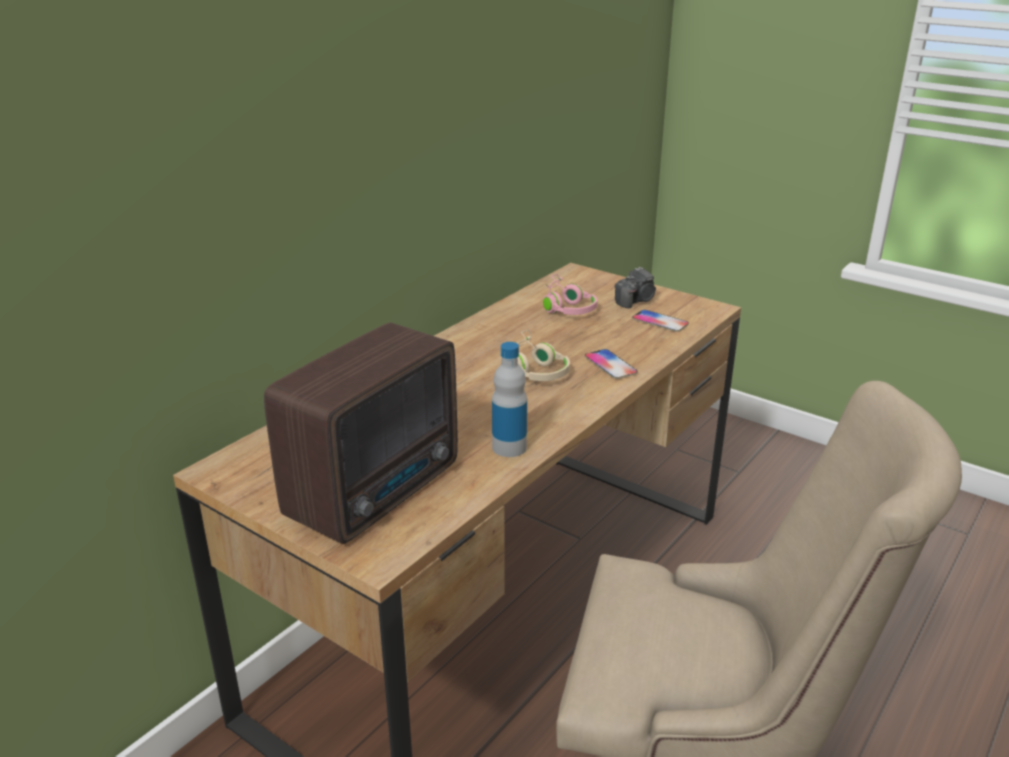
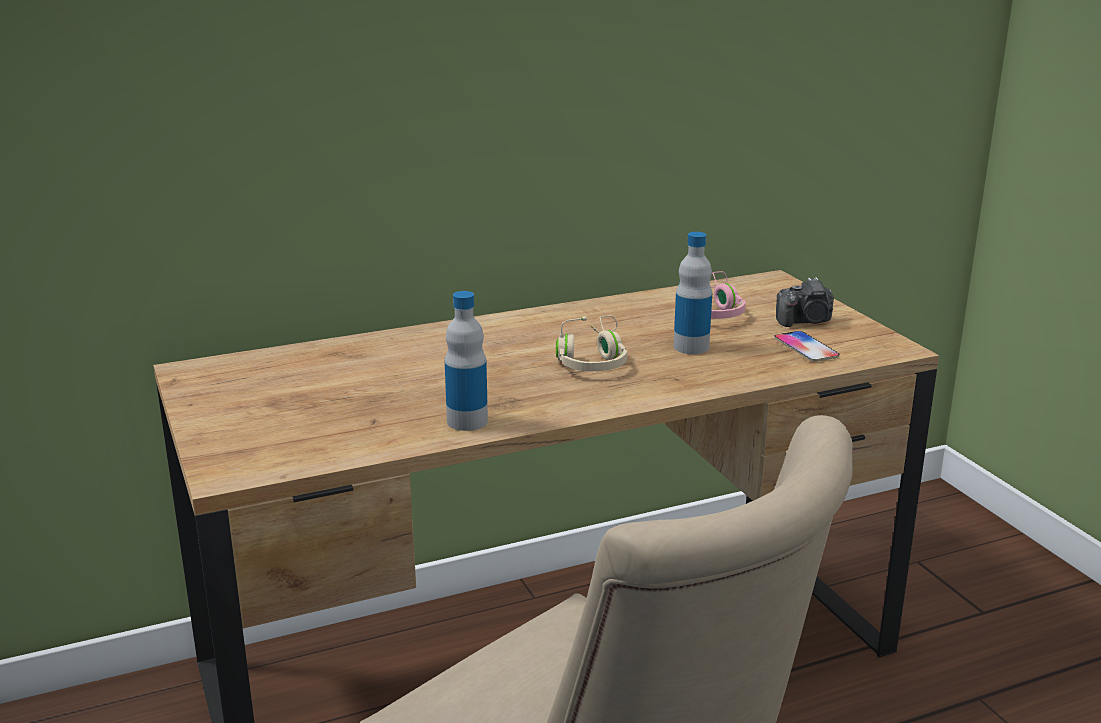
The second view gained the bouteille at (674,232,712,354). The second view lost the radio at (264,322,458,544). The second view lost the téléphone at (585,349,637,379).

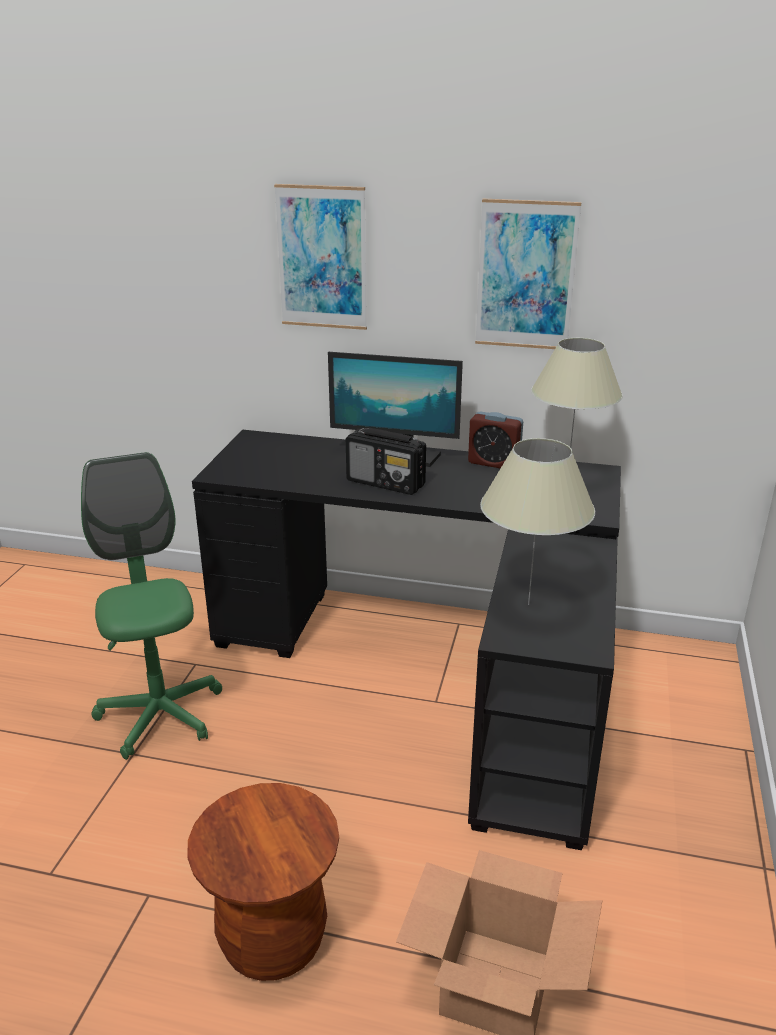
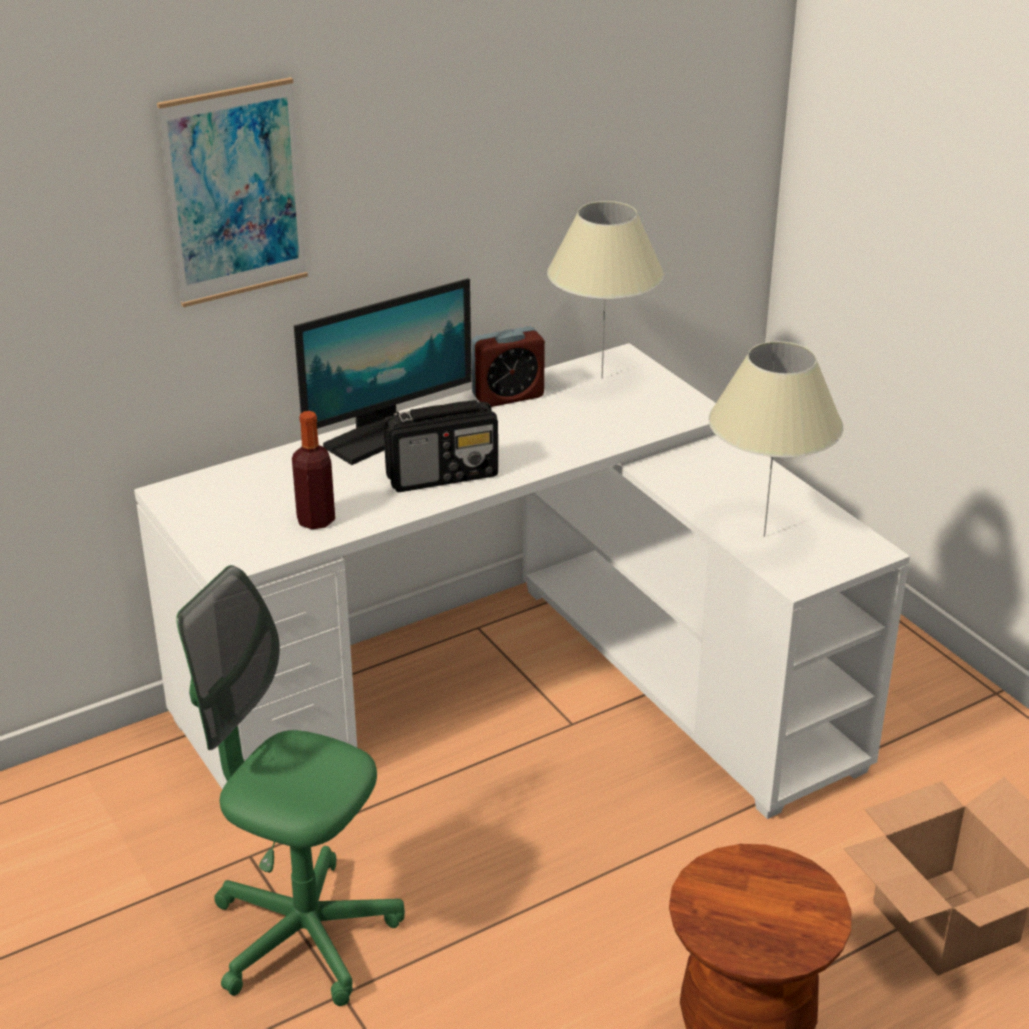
What was the bureau (noir) at (192,430,621,850) turned into the bureau (blanc) at (134,343,910,819). The second view gained the bouteille at (292,411,335,529). The second view lost the tableau at (475,199,582,349).

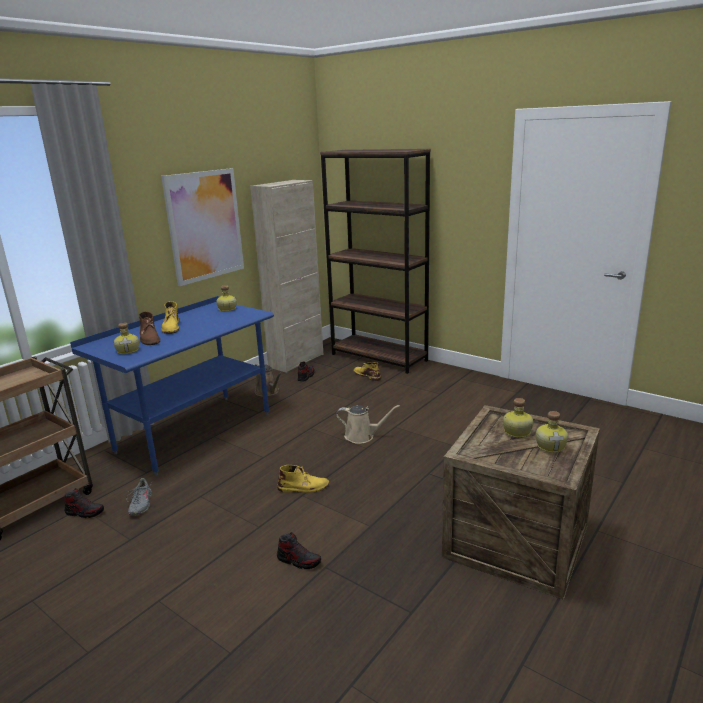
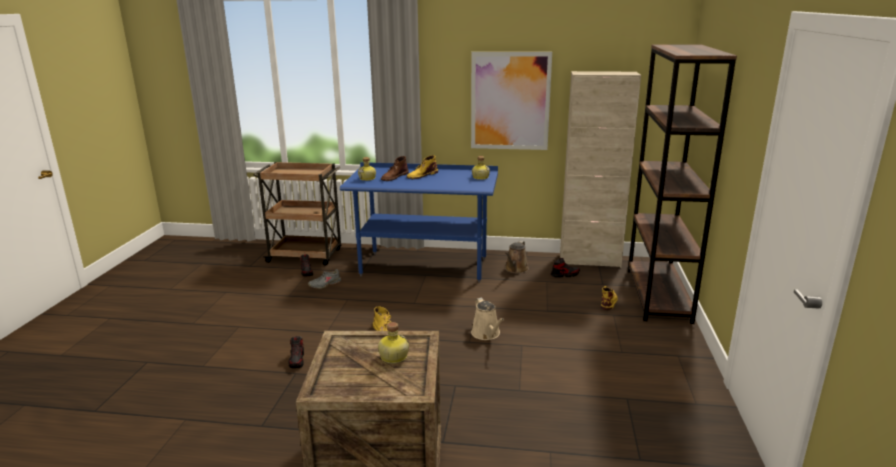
The second view lost the bouteille at (536,411,568,453).

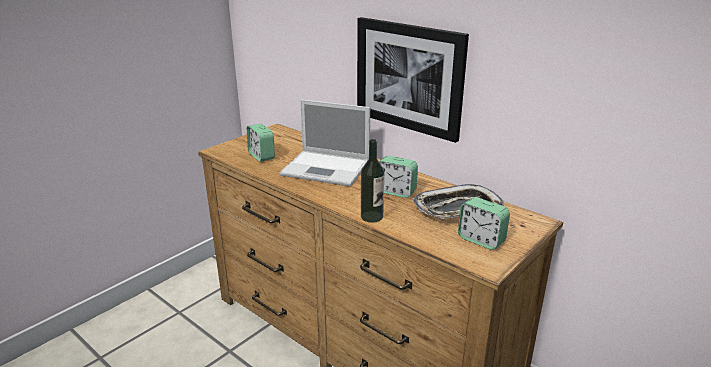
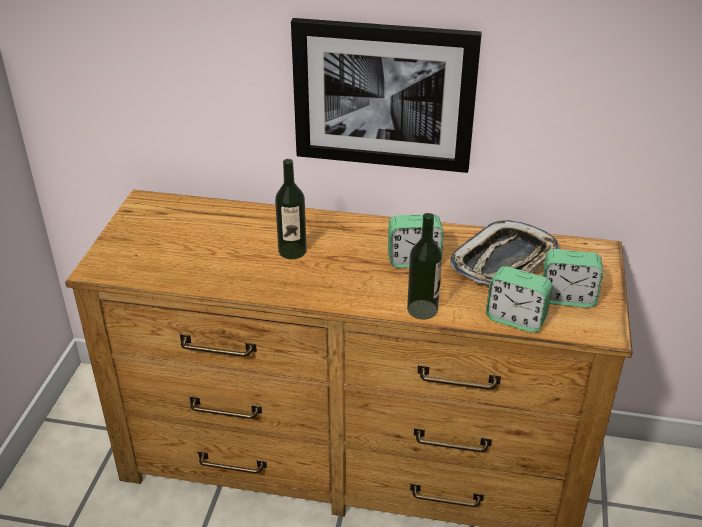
Where the ordinateur portable stood at (279,99,370,187), the bouteille came to stand at (275,159,307,259). The réveil ended up elsewhere, having gone from (247,124,275,162) to (486,266,553,333).

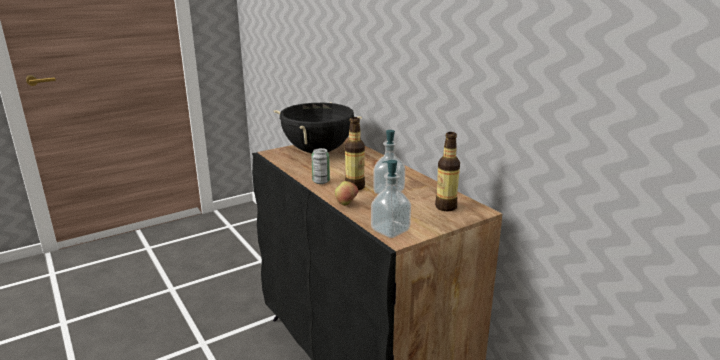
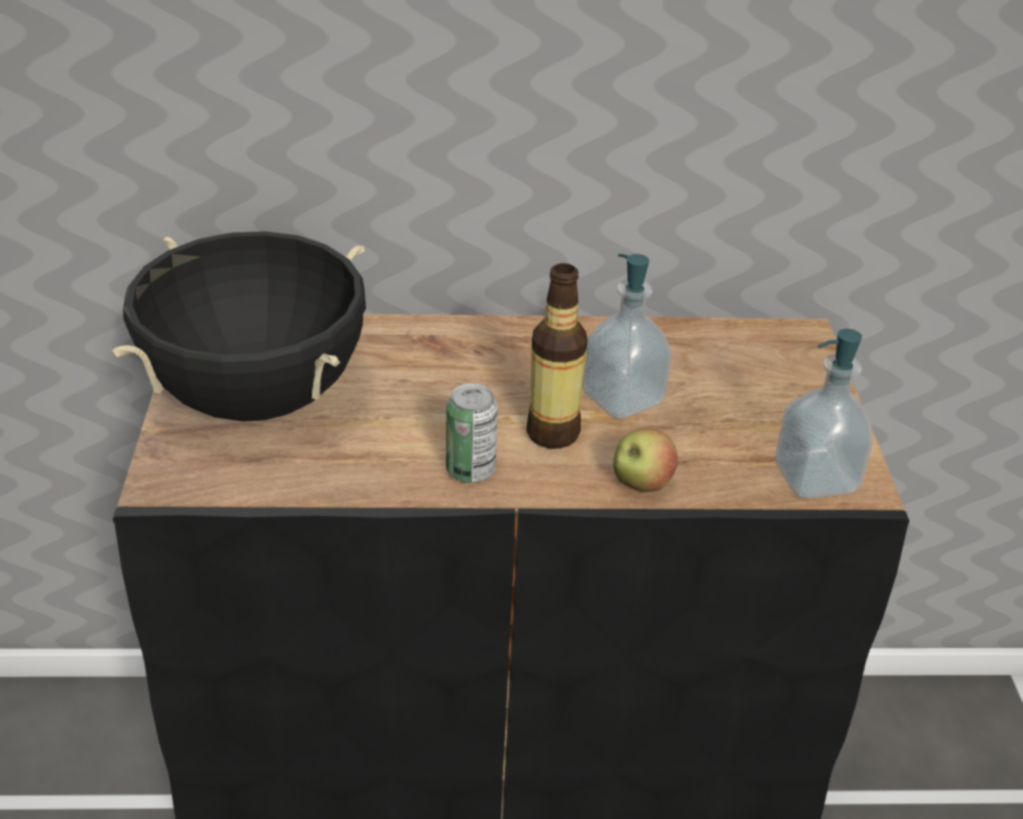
The second view lost the bouteille at (435,132,460,211).

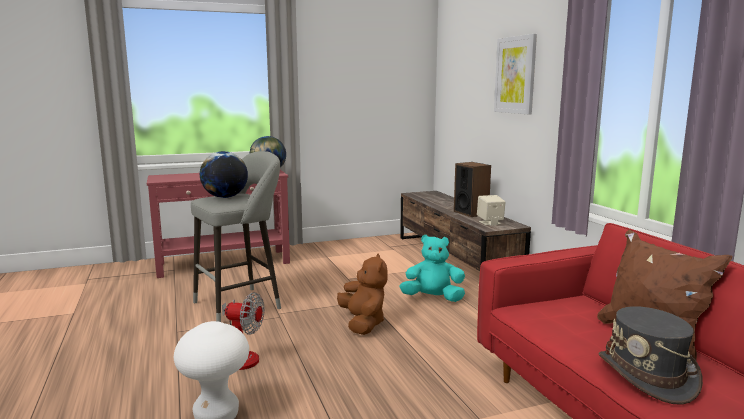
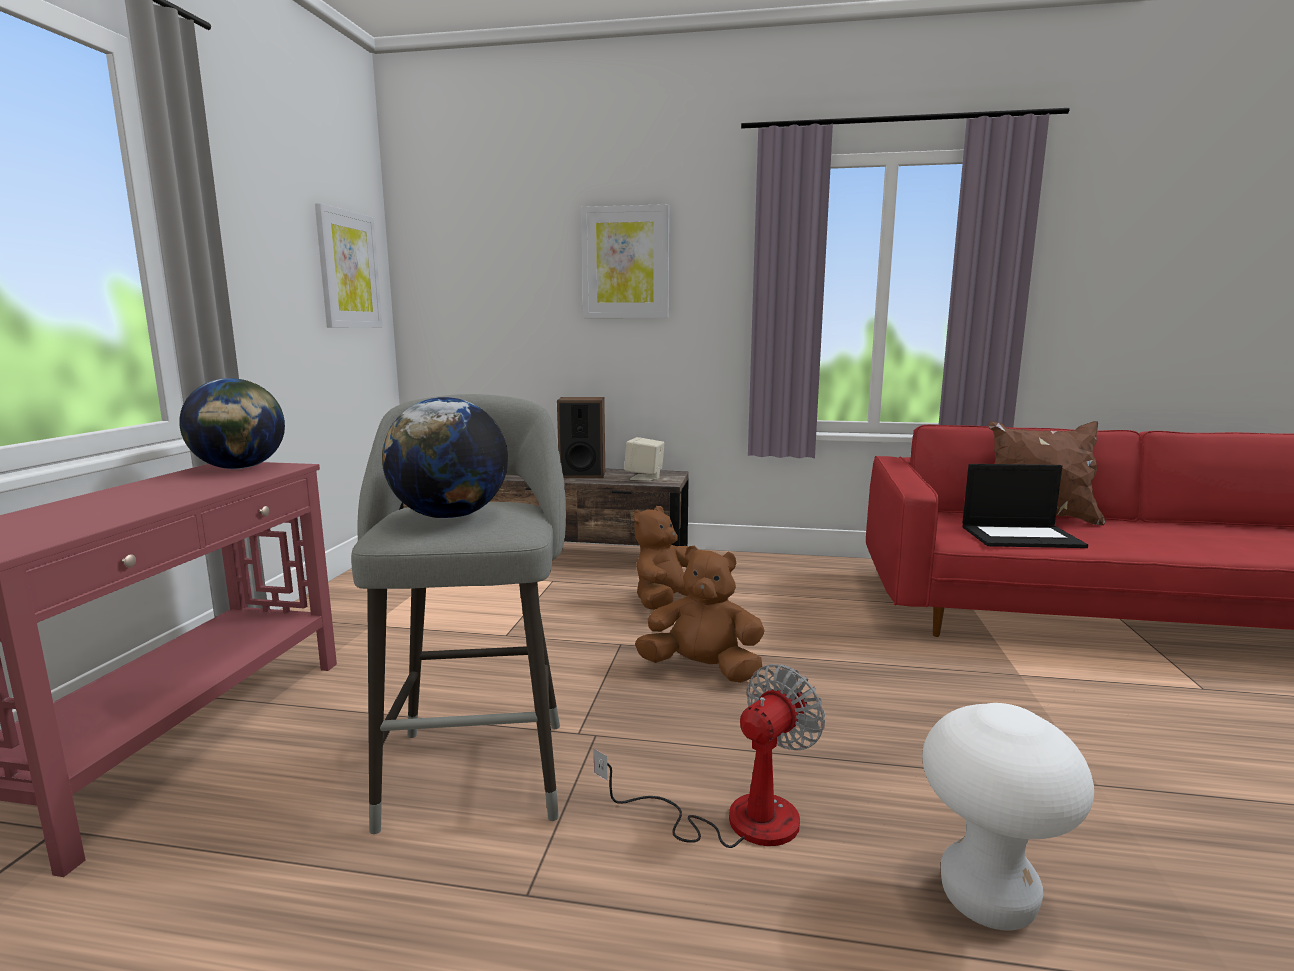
The second view gained the tableau at (315,203,383,327). What was the peluche (turquoise) at (399,235,465,302) turned into the peluche (marron) at (633,506,689,610). The second view gained the ordinateur portable at (963,464,1088,548). The second view lost the chapeau (gris) at (598,306,703,405).

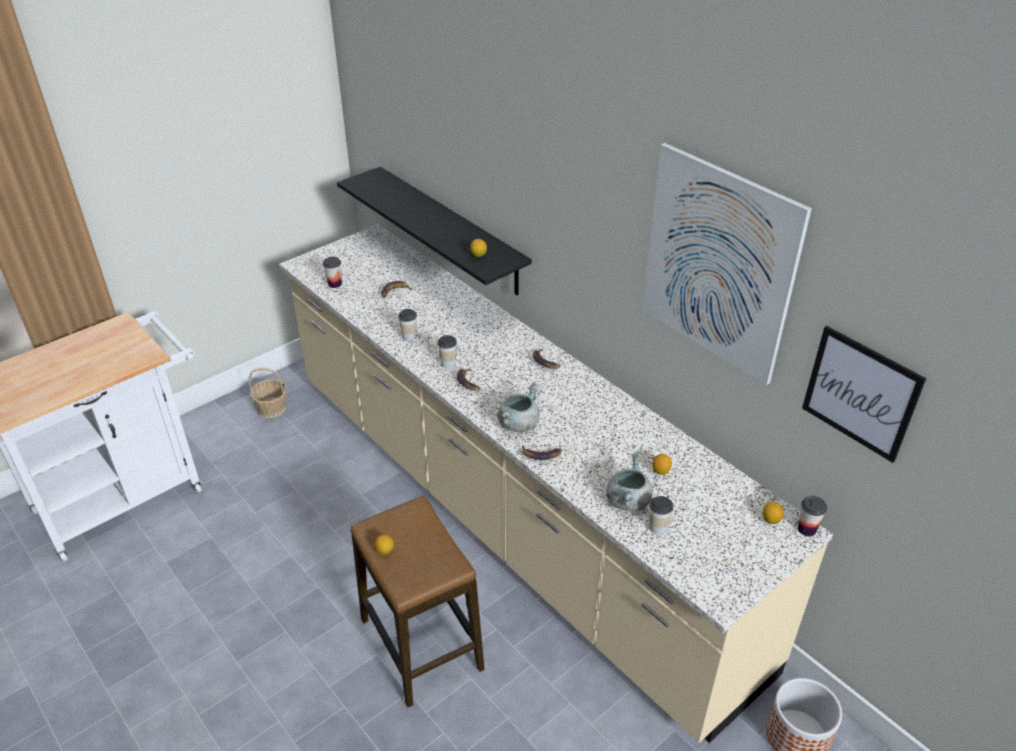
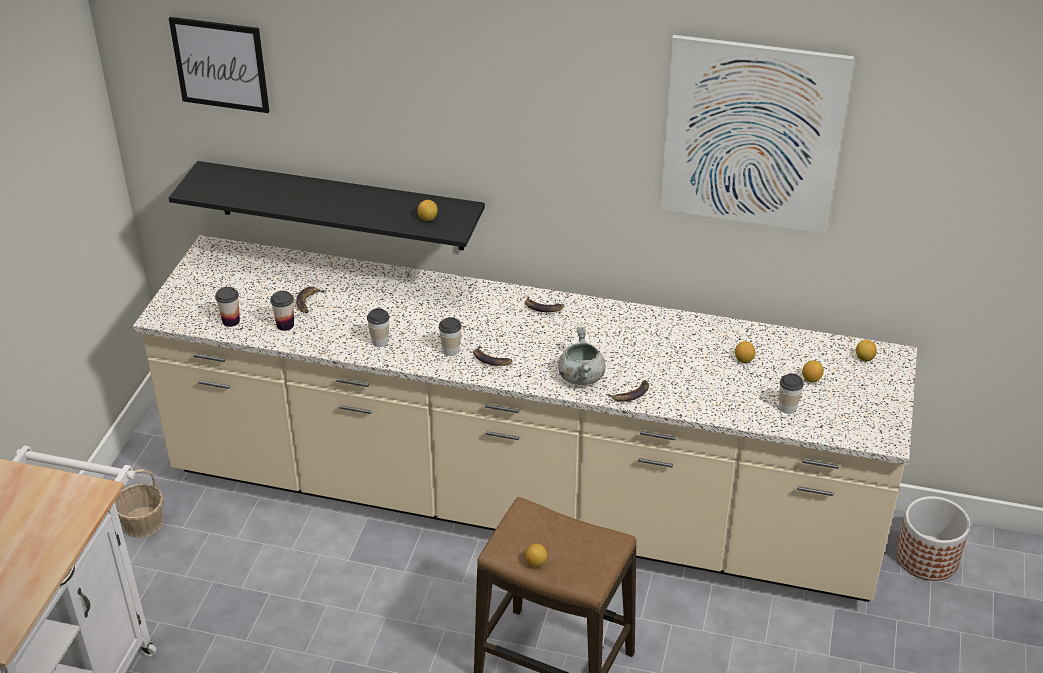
The tableau ended up elsewhere, having gone from (802,326,926,463) to (169,17,270,113). The tasse ended up elsewhere, having gone from (798,496,827,536) to (270,291,294,331). The second view gained the citron at (802,360,824,383). The second view lost the marmite (gris) at (606,453,653,511).

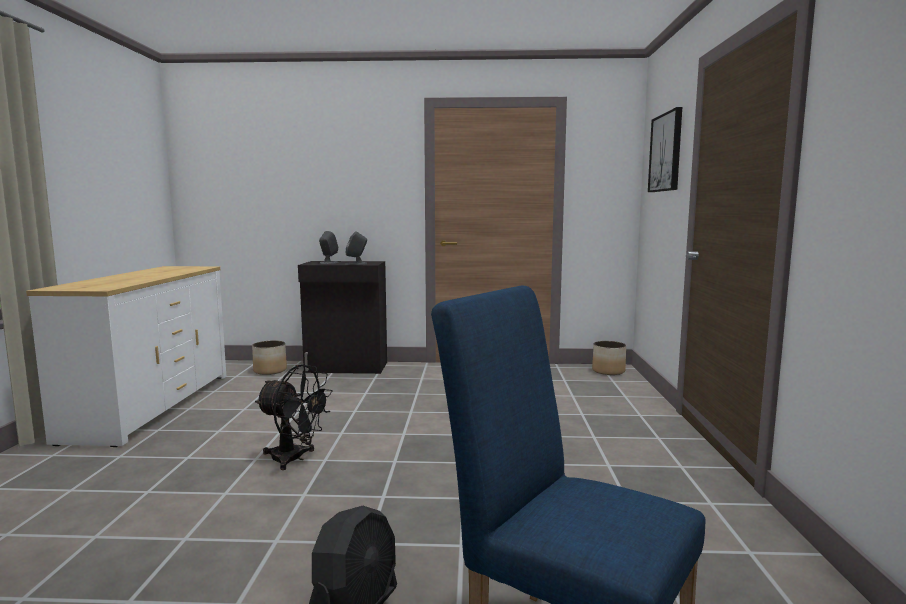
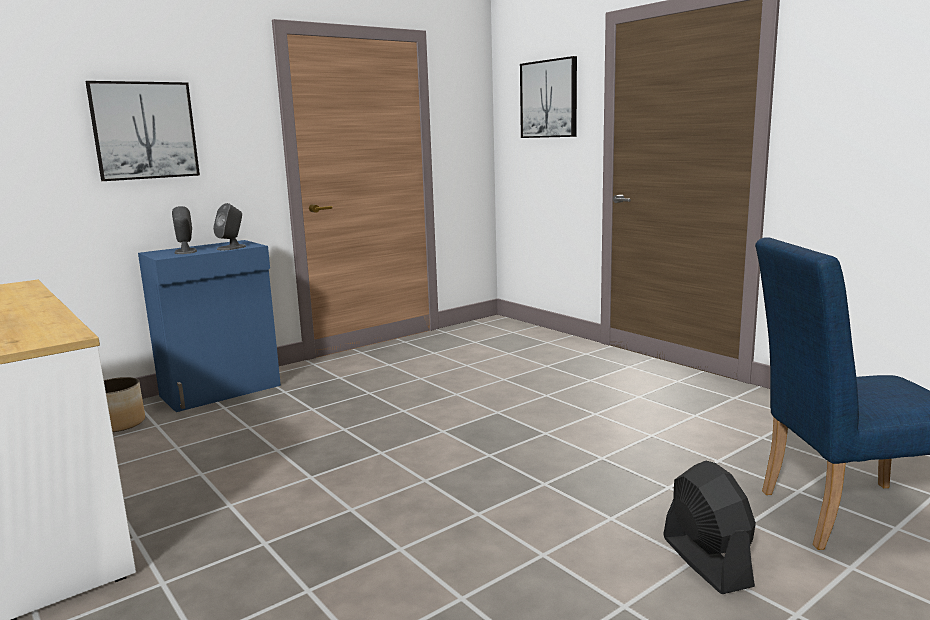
The second view gained the tableau at (85,81,200,181). What was the meuble de rangement (noir) at (298,261,387,374) turned into the meuble de rangement (bleu) at (138,240,281,412). The second view lost the ventilateur (noir) at (255,364,332,470). The second view lost the cache-pot at (592,341,626,375).

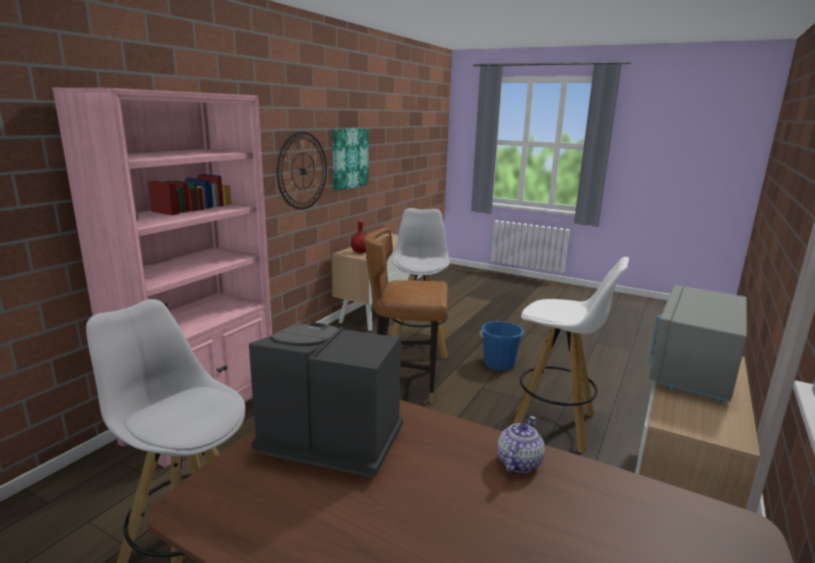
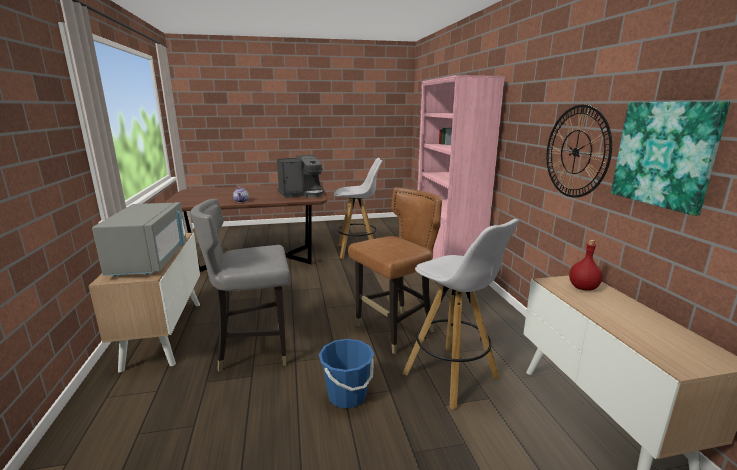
Where the tabouret (blanc) stood at (513,257,629,453), the chaise (gris) came to stand at (190,199,290,372).

